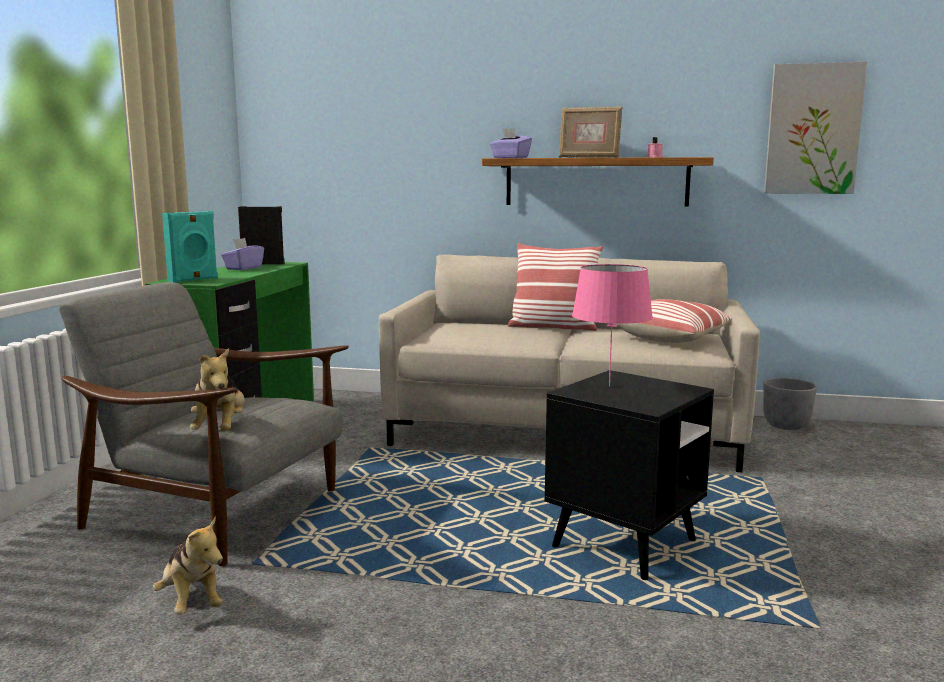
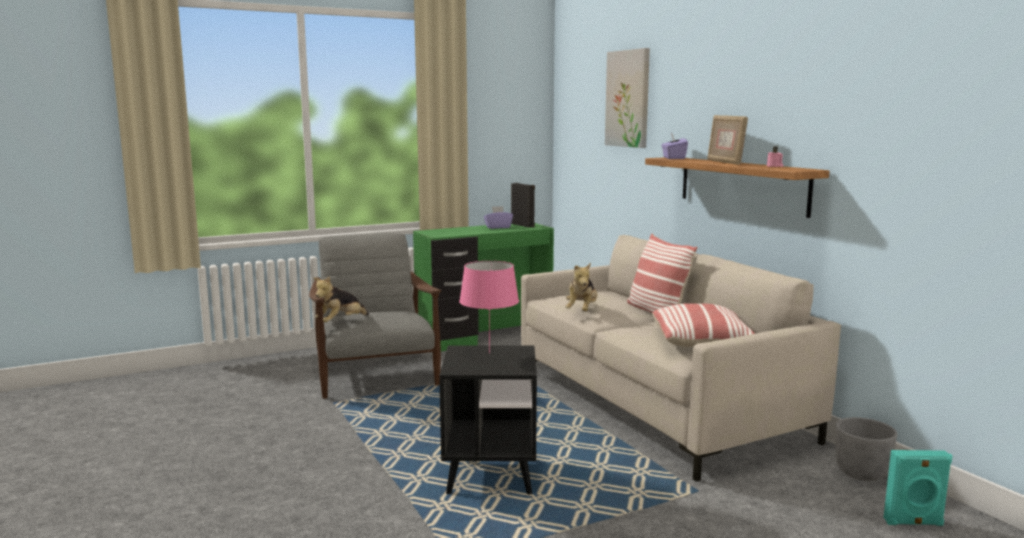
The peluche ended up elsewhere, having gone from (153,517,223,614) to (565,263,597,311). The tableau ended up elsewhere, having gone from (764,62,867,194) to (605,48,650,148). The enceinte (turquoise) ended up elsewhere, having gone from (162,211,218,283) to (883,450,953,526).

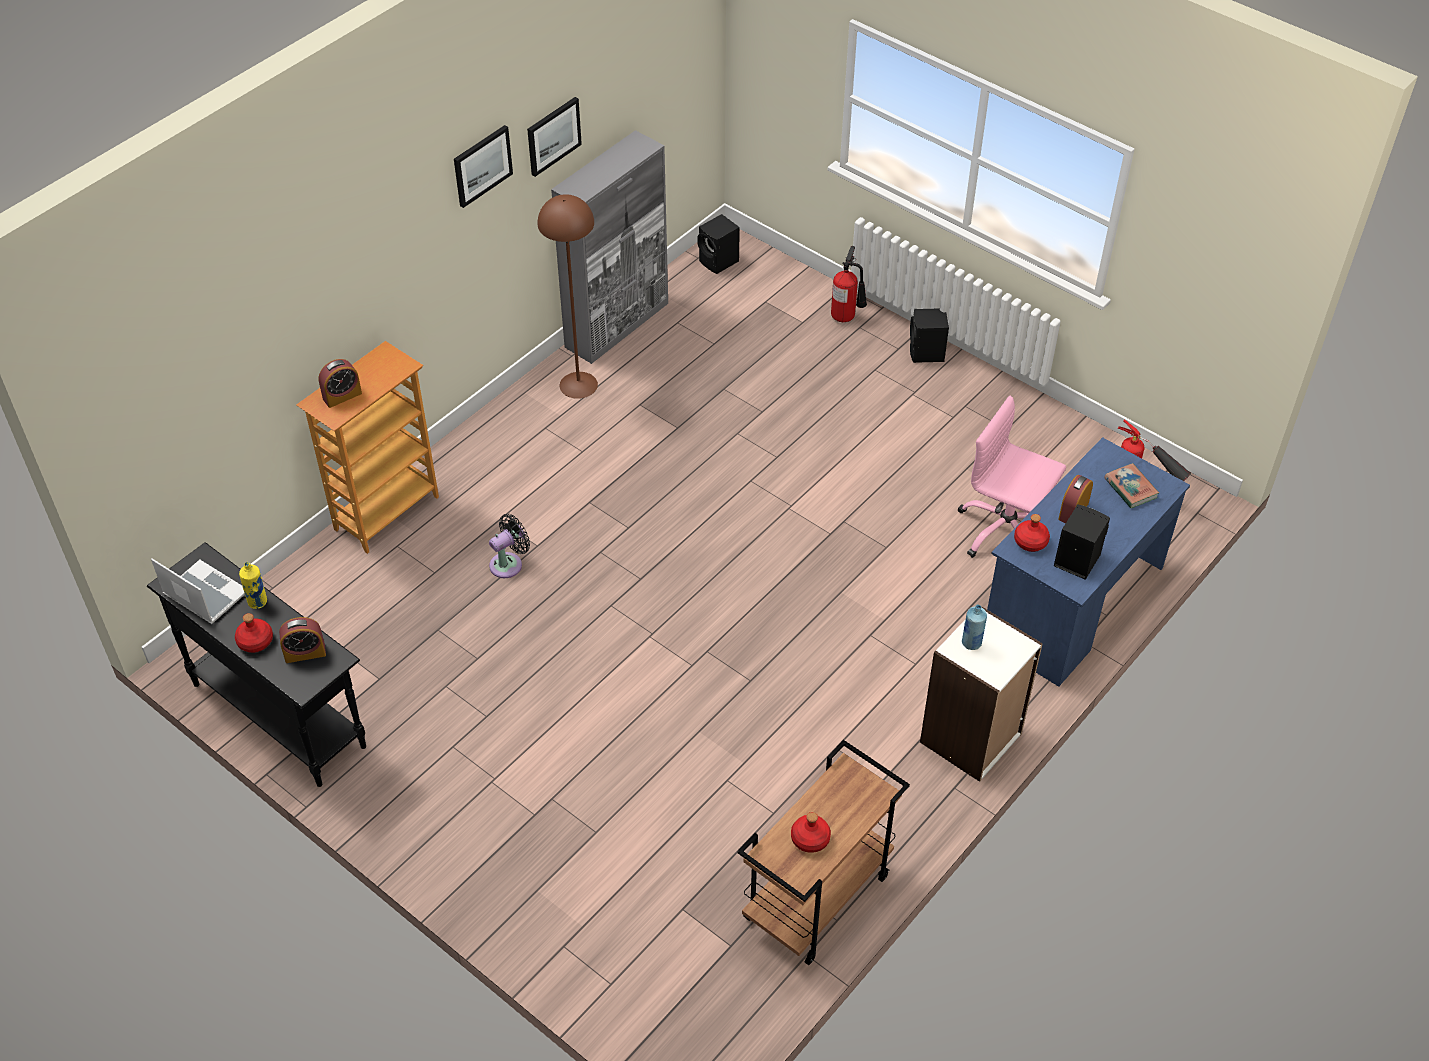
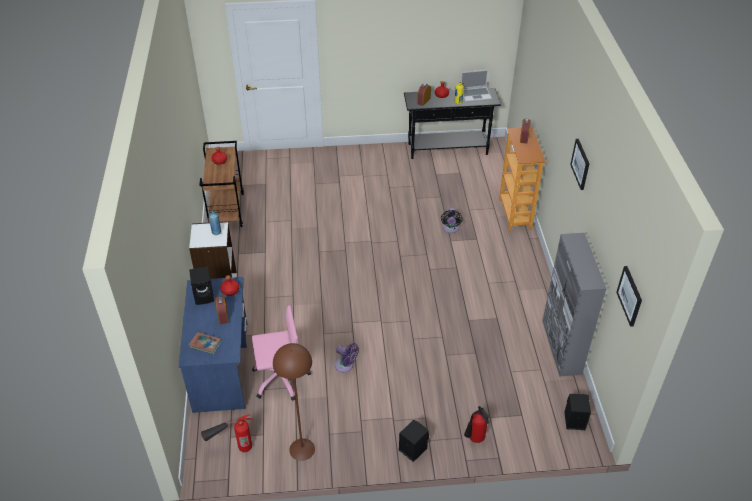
The lampadaire (marron) ended up elsewhere, having gone from (538,194,598,399) to (273,343,315,461). The second view gained the ventilateur (violet) at (335,343,359,372). The tableau ended up elsewhere, having gone from (527,97,582,177) to (616,266,642,327).

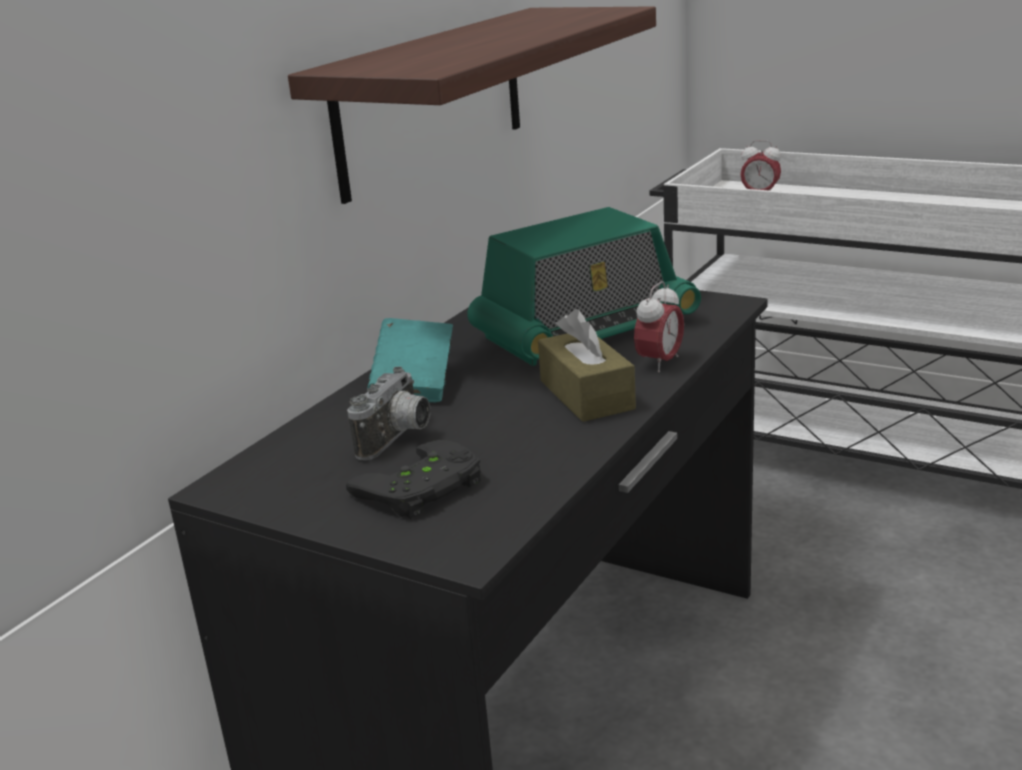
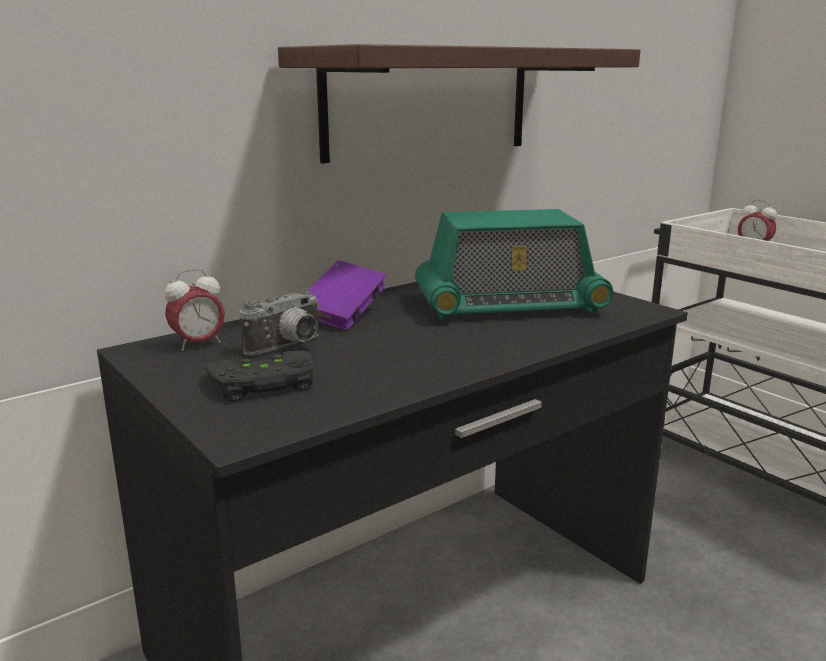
The réveil ended up elsewhere, having gone from (634,281,684,373) to (164,268,225,351). What was the livre (turquoise) at (367,318,453,402) turned into the livre (violet) at (308,261,387,330). The second view lost the boîte à mouchoirs (marron) at (538,309,636,422).

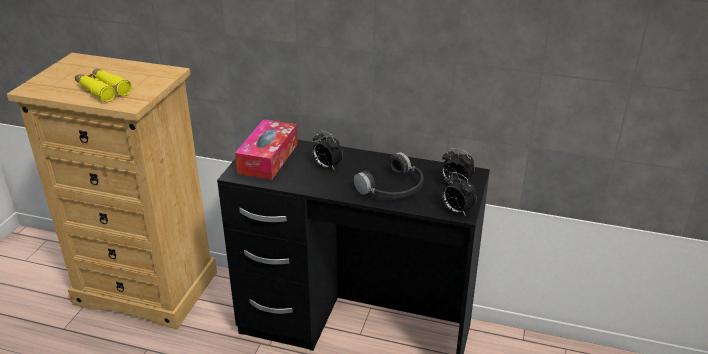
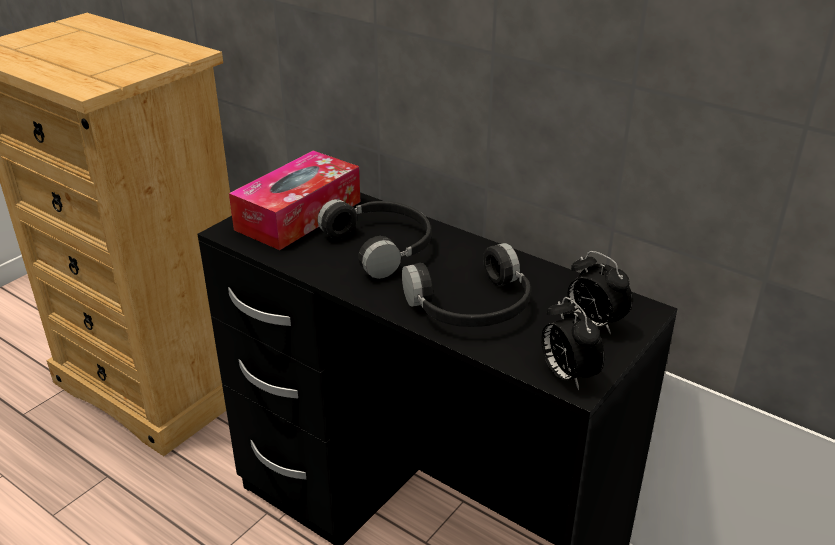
Where the réveil stood at (312,130,343,171), the casque audio (noir) came to stand at (317,199,431,279). The second view lost the jumelles (jaune) at (75,68,131,102).

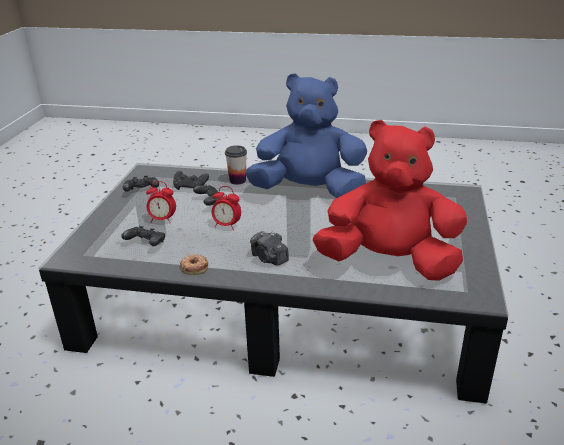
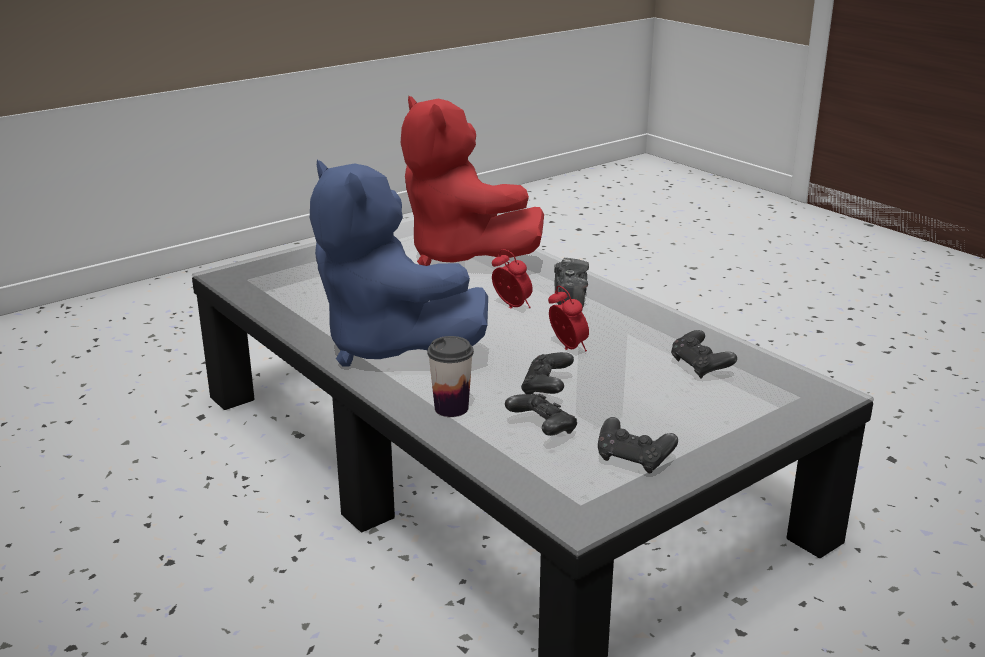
The réveil ended up elsewhere, having gone from (146,181,176,223) to (492,249,533,309). The second view lost the beignet at (180,254,208,275).

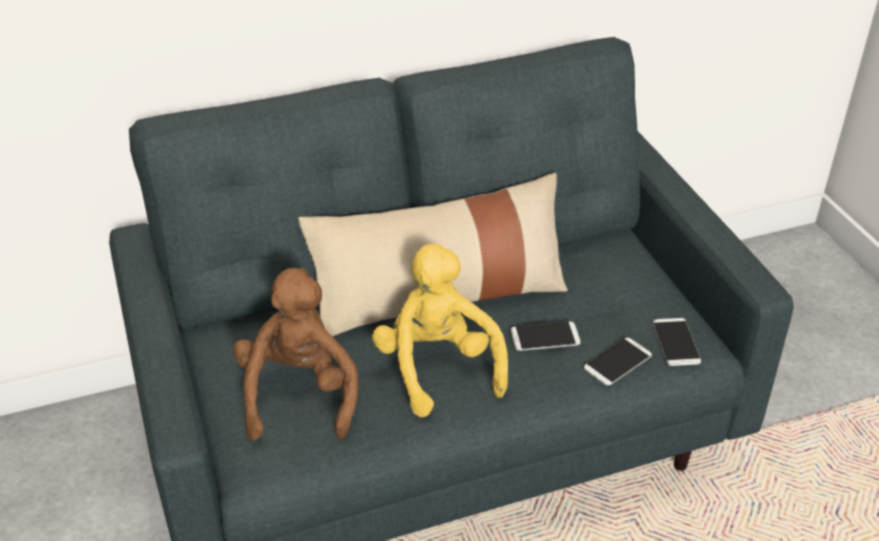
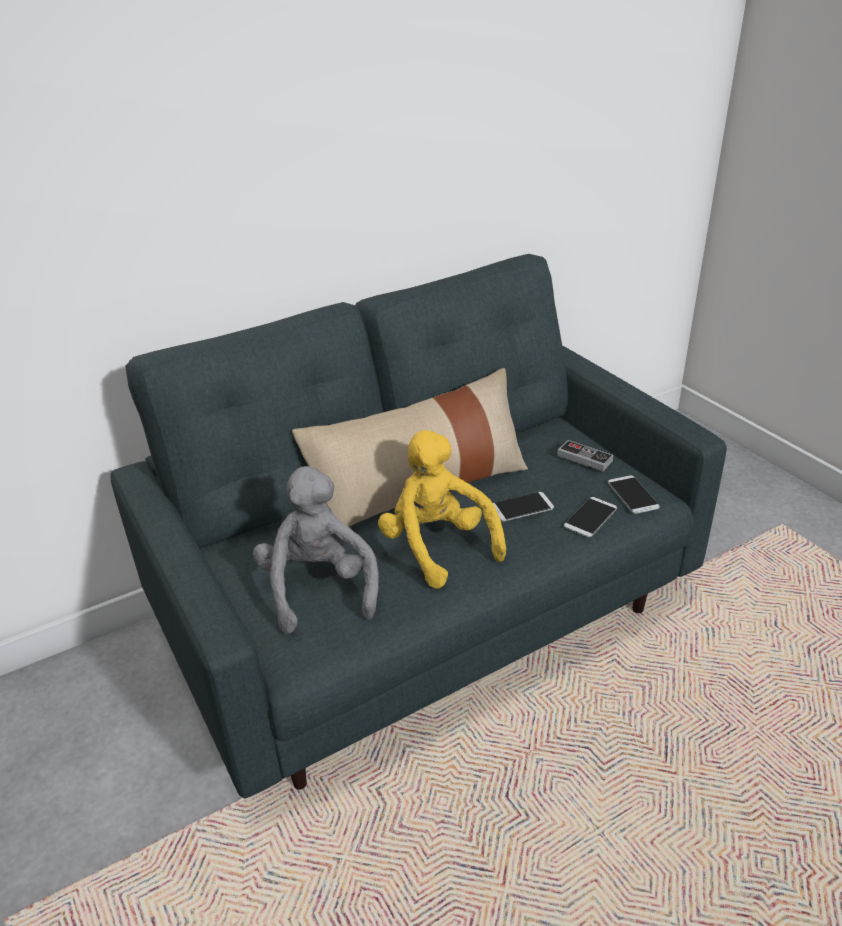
What was the peluche (marron) at (233,268,358,441) turned into the peluche (gris) at (253,466,379,634). The second view gained the manette at (557,440,614,471).

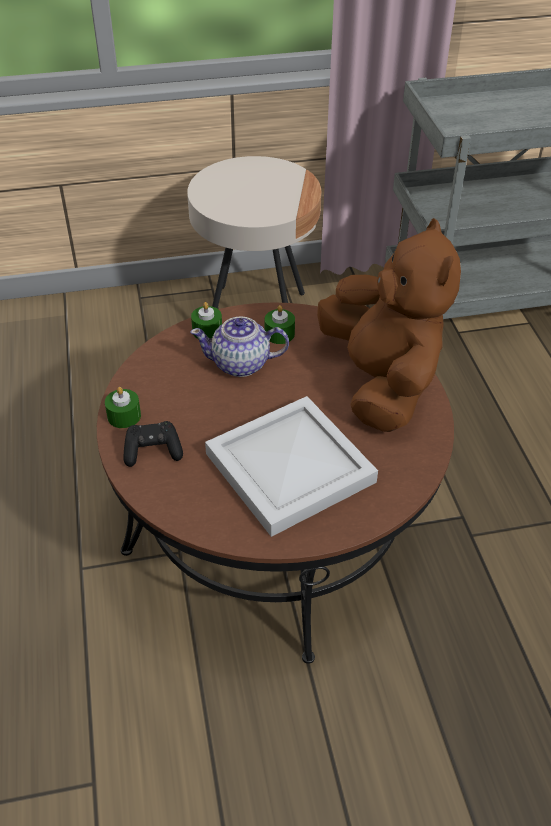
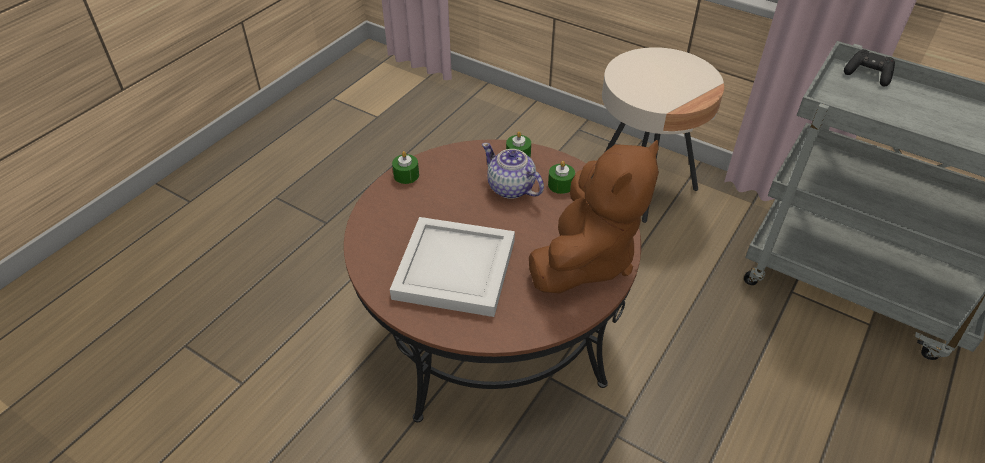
The manette (noir) ended up elsewhere, having gone from (123,421,183,467) to (844,49,895,87).

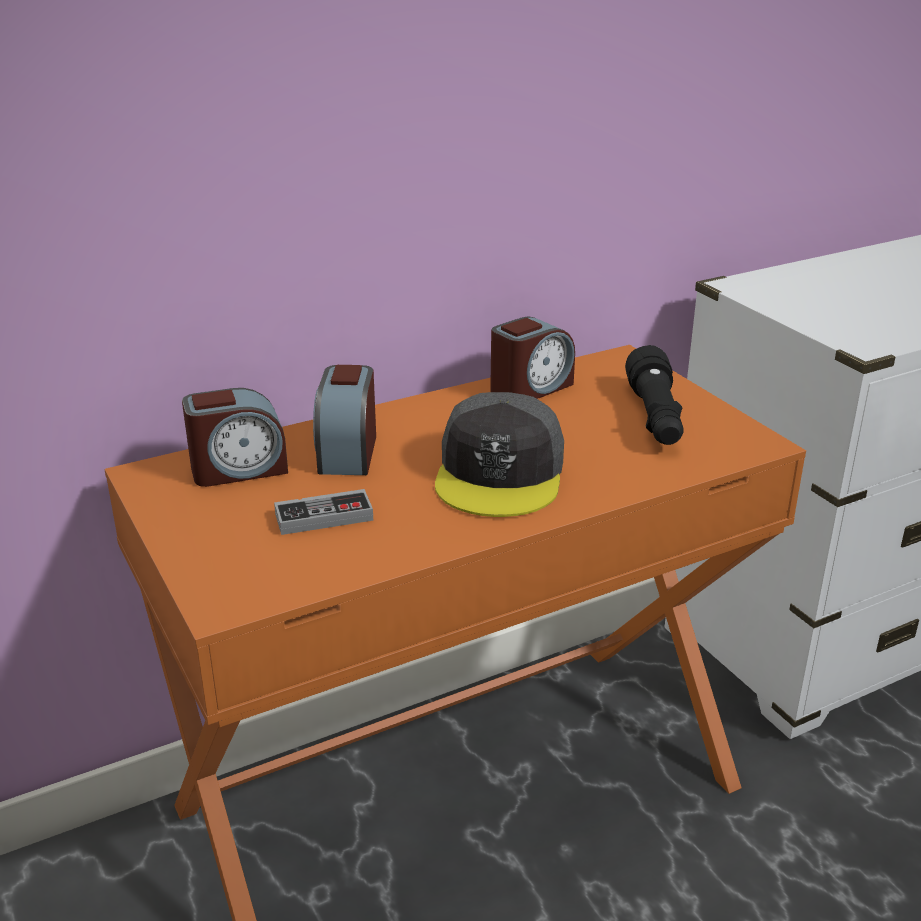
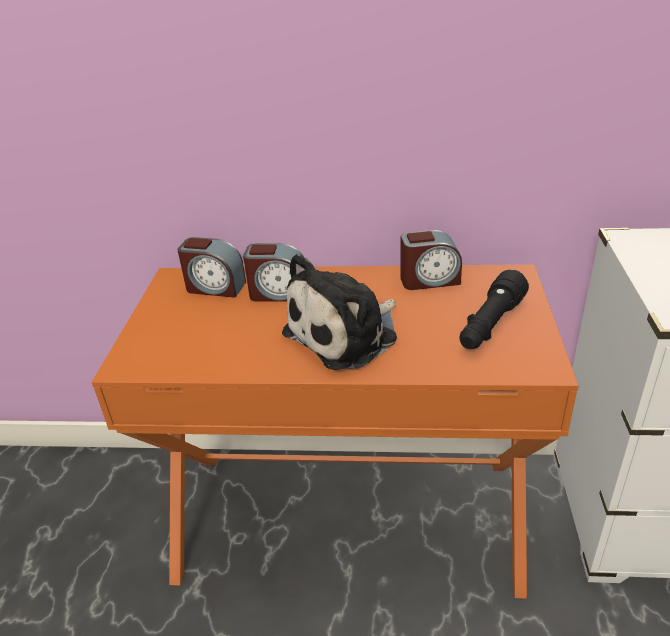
The réveil at (313,365,376,475) ended up facing another way, 120 degrees counterclockwise from before. Where the casquette (gris) stood at (435,392,564,517), the peluche came to stand at (282,253,397,370). The second view lost the manette at (274,489,373,535).

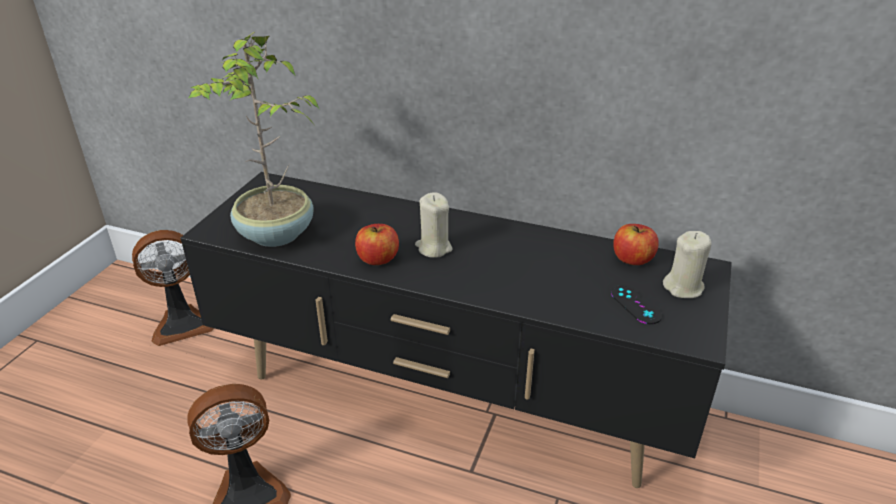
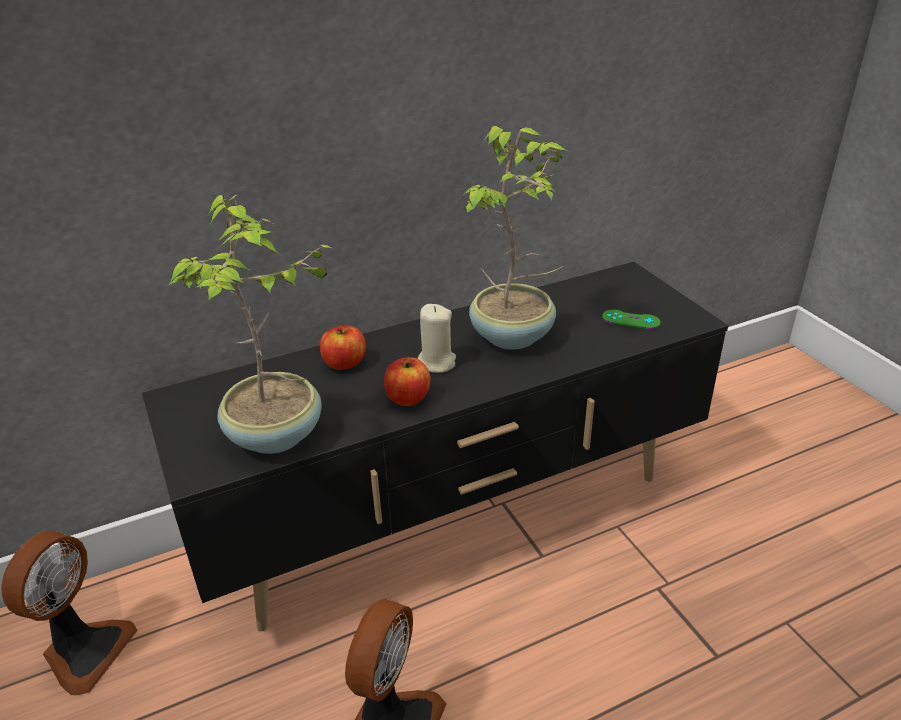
The pomme ended up elsewhere, having gone from (613,224,659,265) to (320,325,366,370). The second view gained the plante en pot at (461,125,567,350). What was the manette (noir) at (611,285,662,324) turned into the manette (vert) at (602,310,661,329). The second view lost the bougie (beige) at (663,231,712,298).

